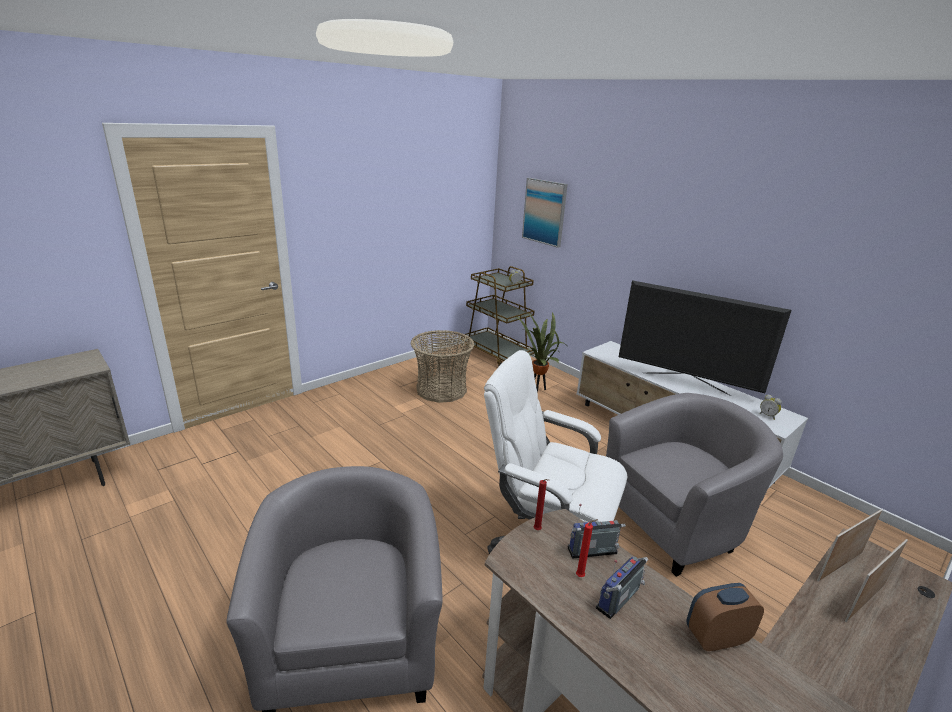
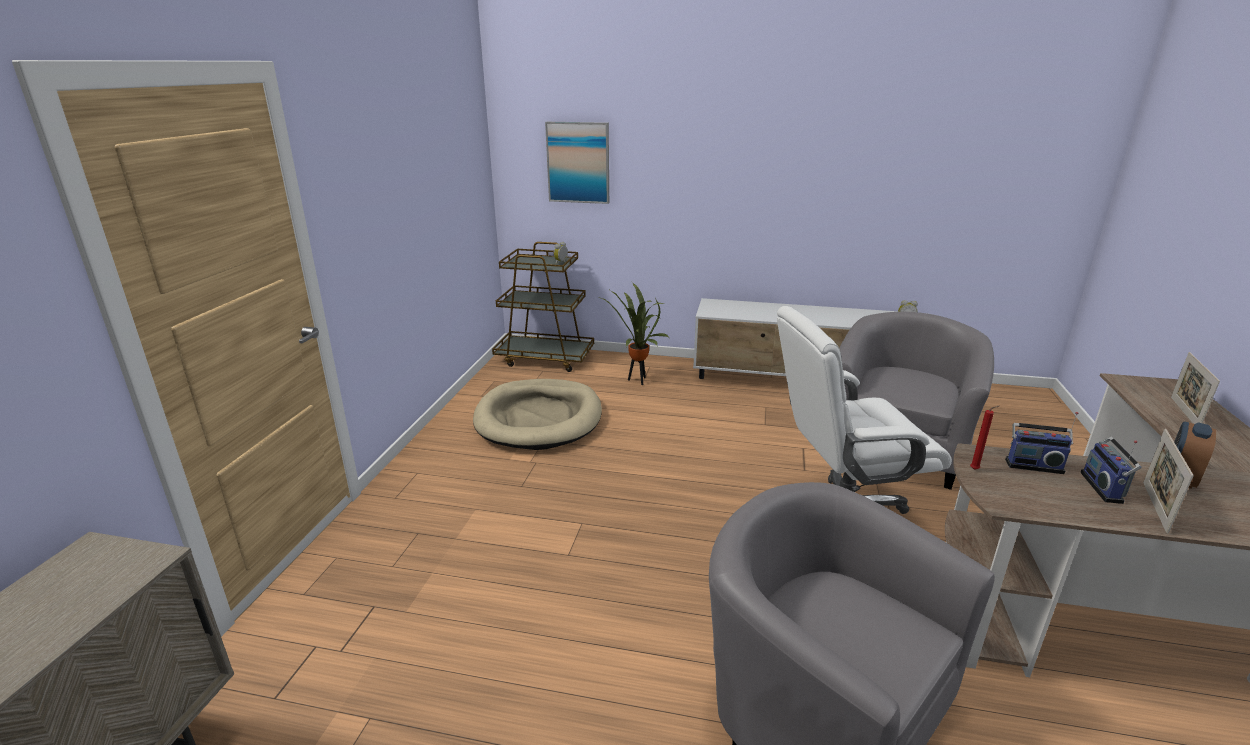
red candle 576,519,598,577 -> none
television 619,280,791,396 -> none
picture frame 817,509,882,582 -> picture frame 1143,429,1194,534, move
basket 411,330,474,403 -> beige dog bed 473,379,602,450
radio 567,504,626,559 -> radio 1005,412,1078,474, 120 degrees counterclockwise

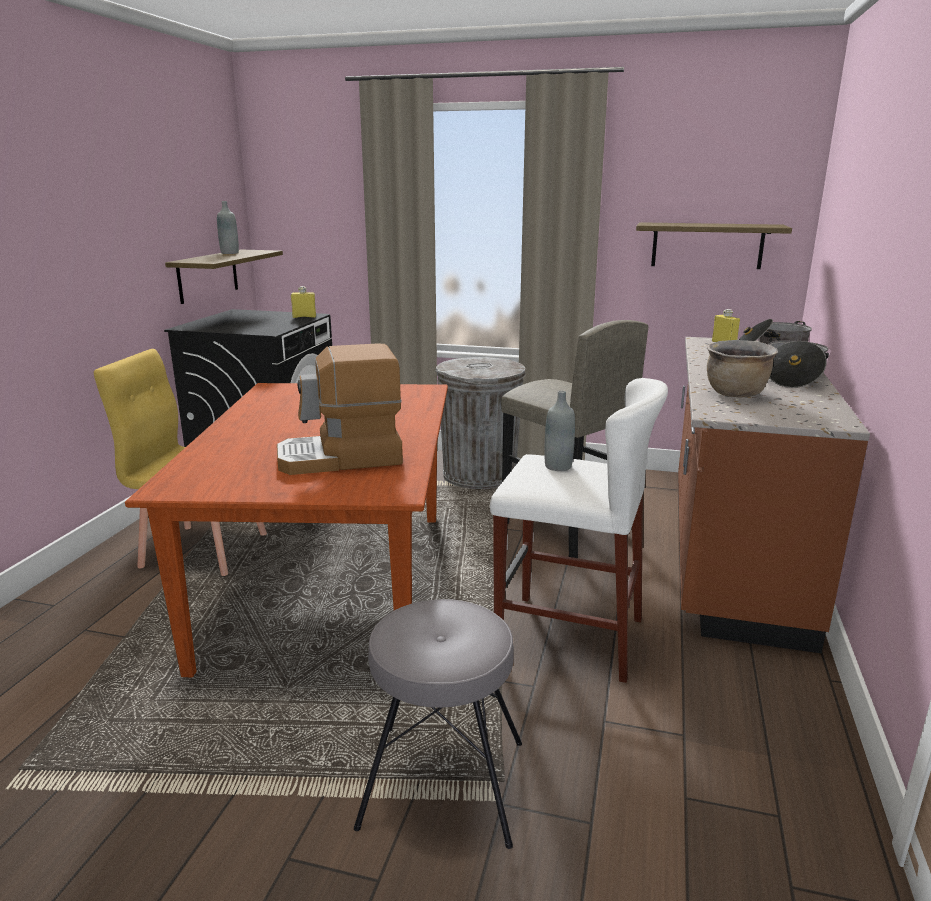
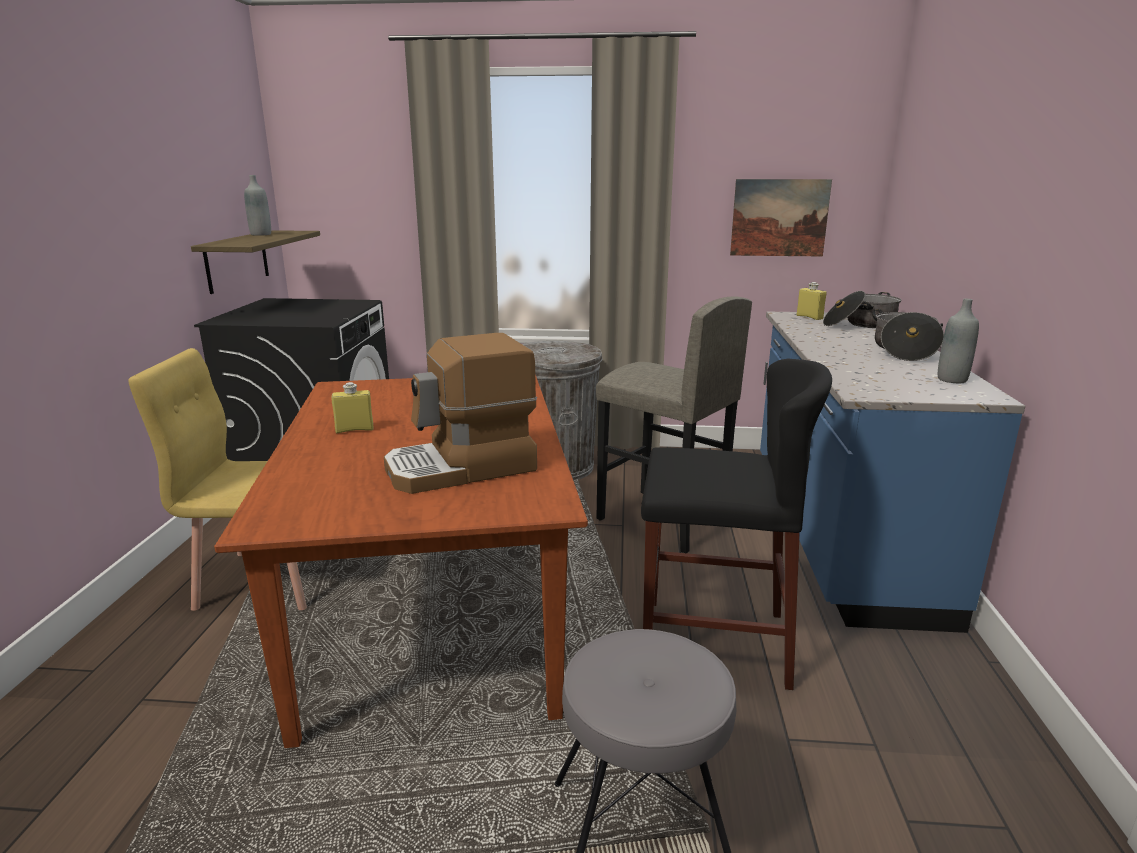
brown cooking pot 707,340,778,397 -> none
yellow bottle 291,286,316,318 -> yellow bottle 331,382,373,433, move
grey bottle 544,391,575,471 -> grey bottle 938,299,979,383, move
shelf 636,222,792,269 -> picture 730,179,832,256
white stool 490,378,668,683 -> black stool 641,359,832,690
brown counter 678,337,870,654 -> blue counter 760,312,1025,633

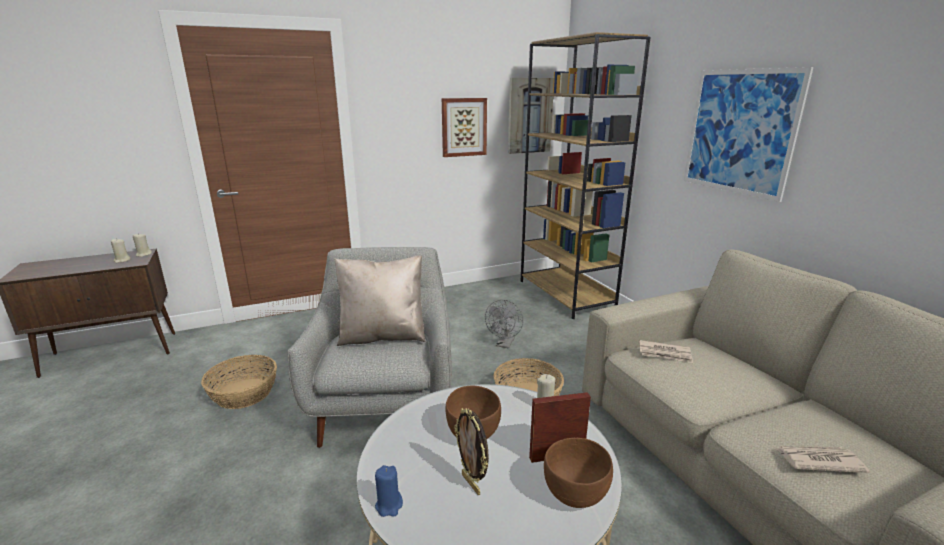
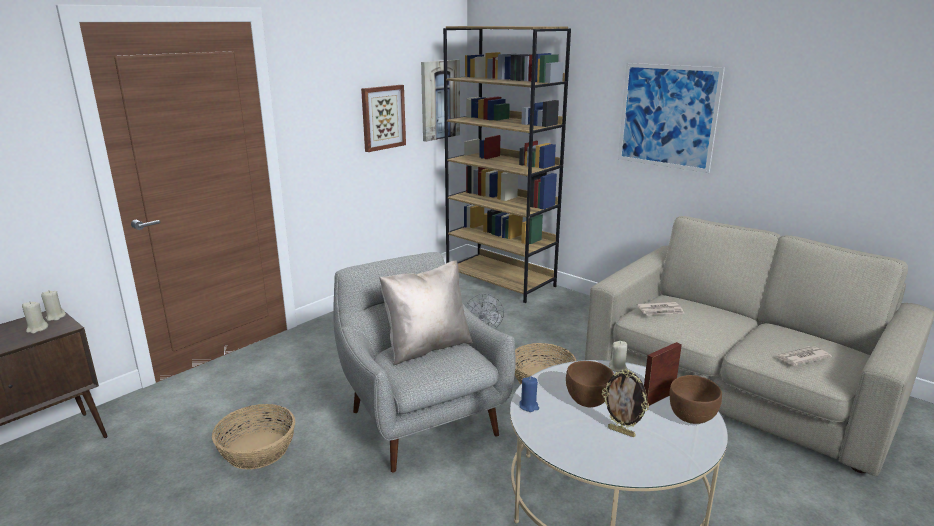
blue candle 375,465,403,517 -> blue candle 519,376,539,412, move

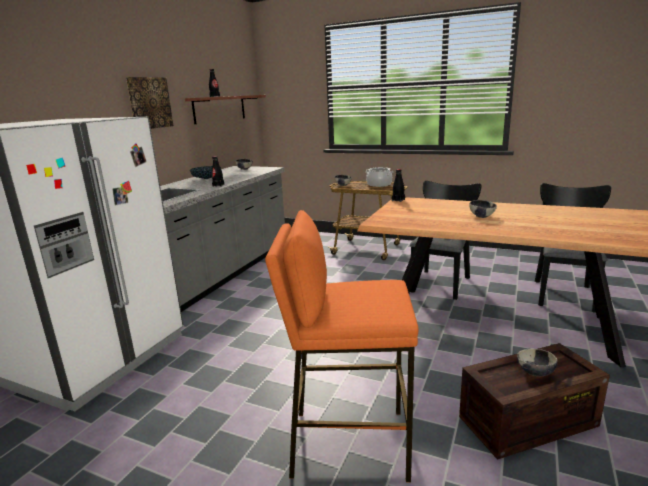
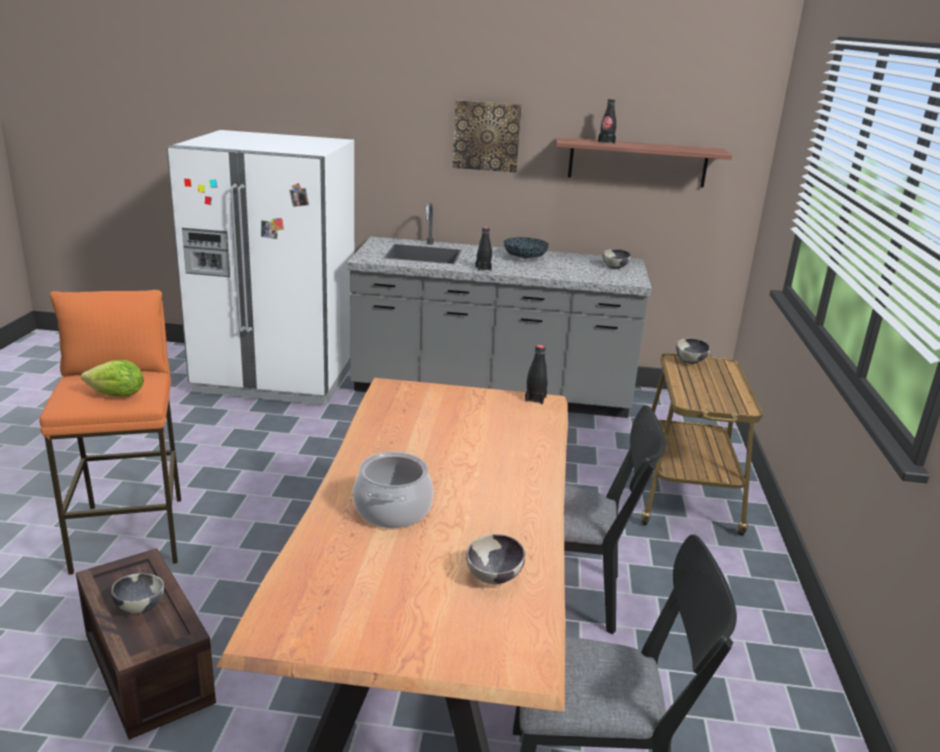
none -> lettuce 81,360,144,397
cooking pot 365,167,393,187 -> cooking pot 353,451,433,528, move
bowl 469,200,497,218 -> bowl 466,534,525,584, move

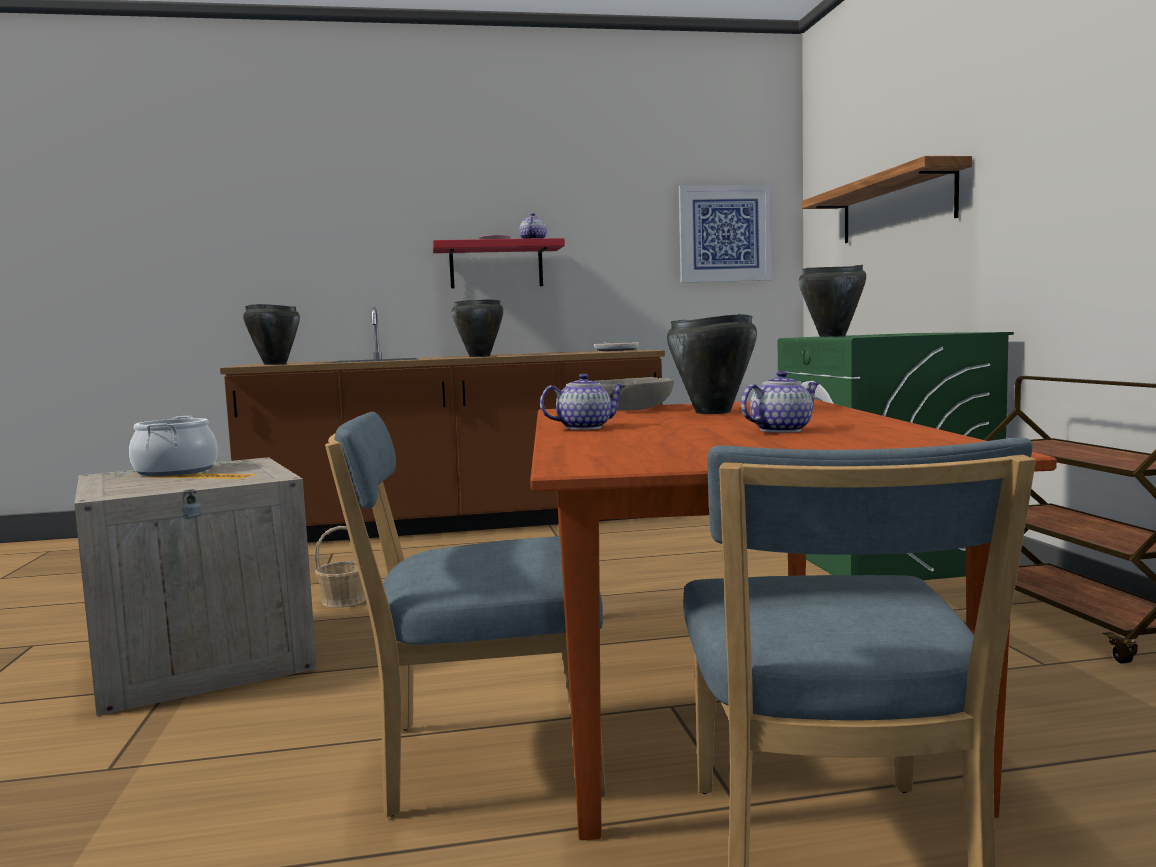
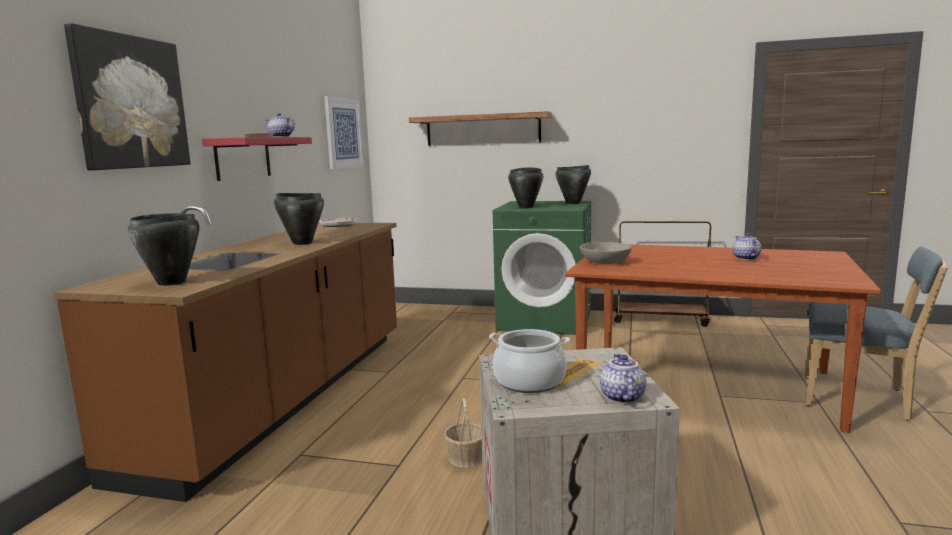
blue chair 325,412,606,817 -> none
none -> picture 64,23,191,170
teapot 540,373,625,430 -> teapot 600,354,647,403, move
black cooking pot 667,314,757,414 -> black cooking pot 555,165,591,204, move

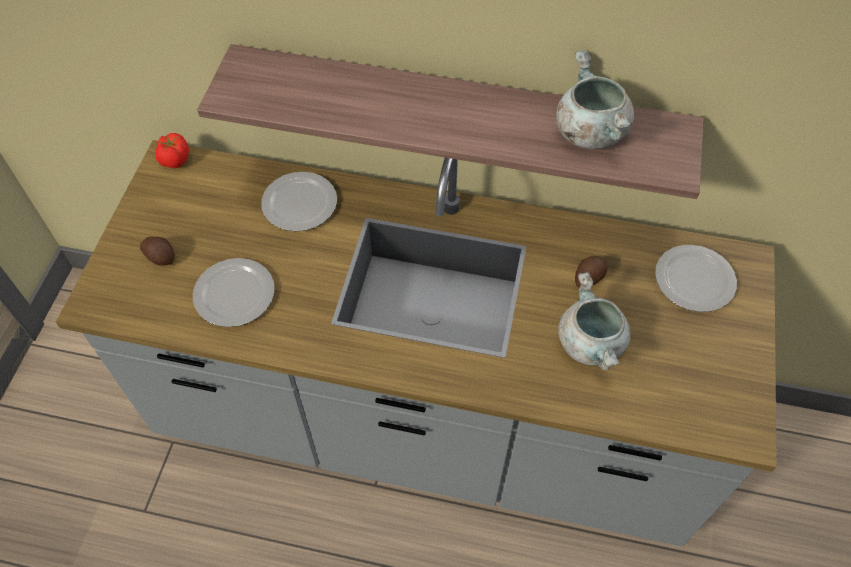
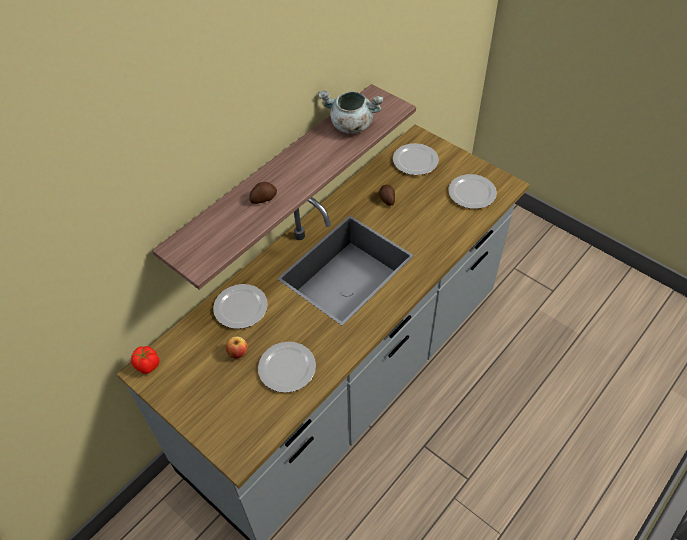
grey cooking pot 558,272,631,371 -> none
none -> apple 225,337,247,358
none -> plate 448,174,497,209
potato 140,237,175,266 -> potato 250,182,277,204, move

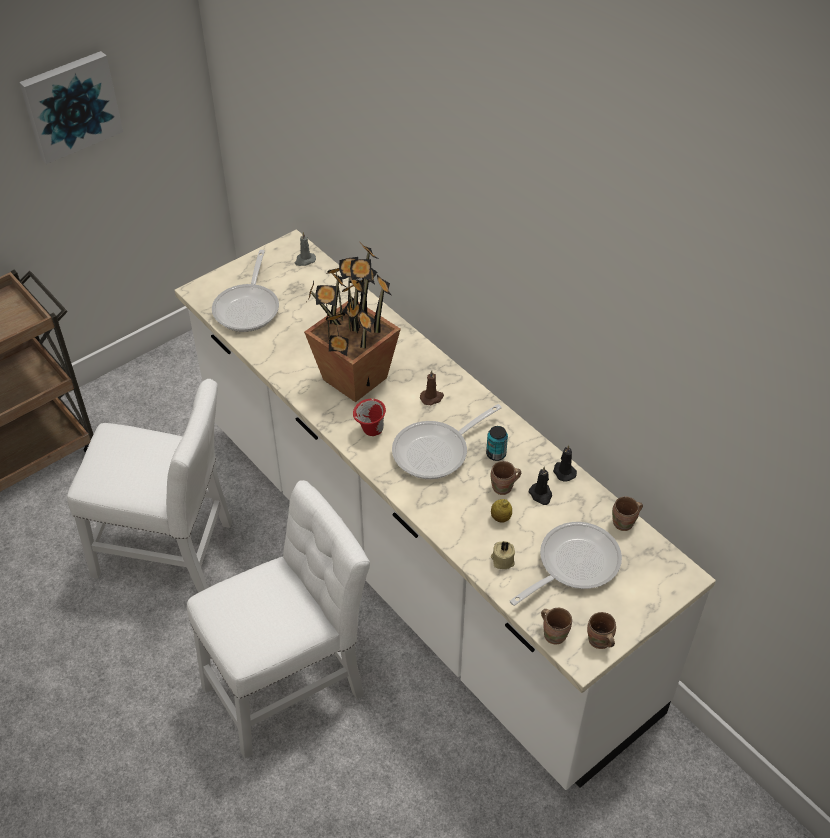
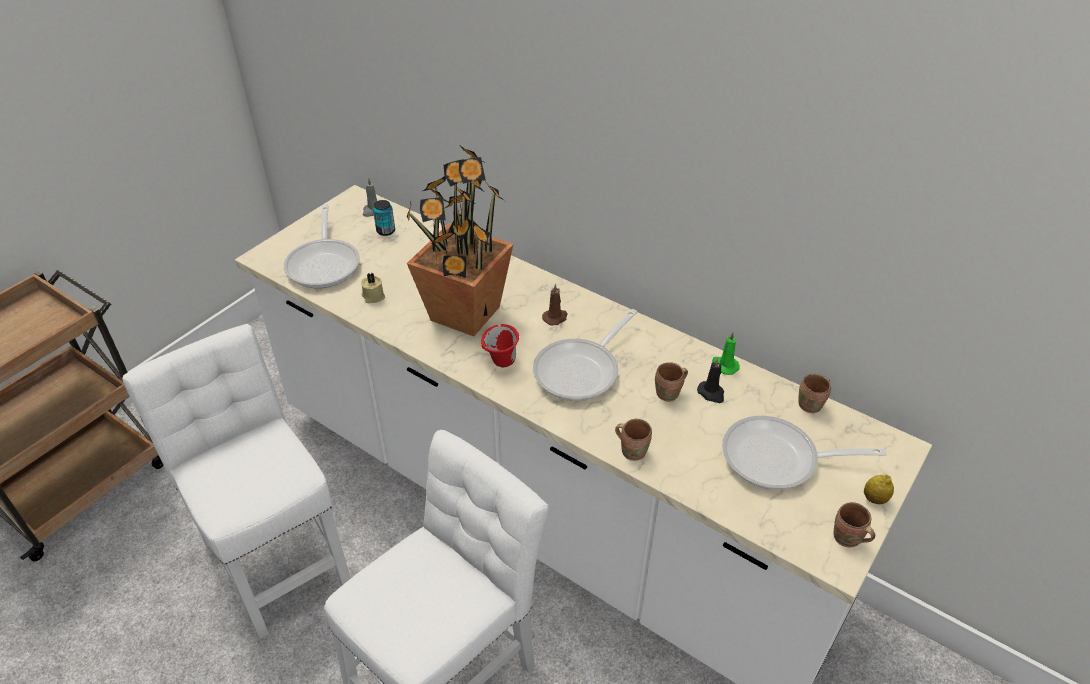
picture 19,51,123,164 -> none
can 486,426,508,461 -> can 373,200,395,236, move
lemon 491,499,512,523 -> lemon 864,475,894,504, move
beige candle 491,541,515,569 -> beige candle 361,273,385,303, move
brown mug 541,608,572,644 -> brown mug 615,419,652,461, move
black candle 553,445,577,482 -> green candle 712,332,740,375
white chair 67,379,232,593 -> white chair 122,324,351,639, 120 degrees counterclockwise
frying pan 510,522,622,606 -> frying pan 722,416,887,490, 120 degrees counterclockwise

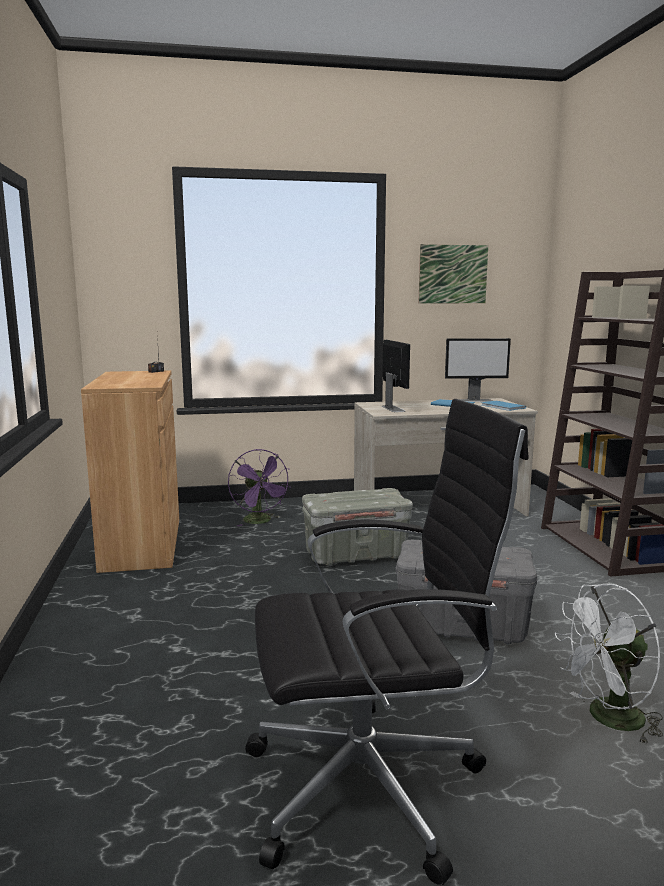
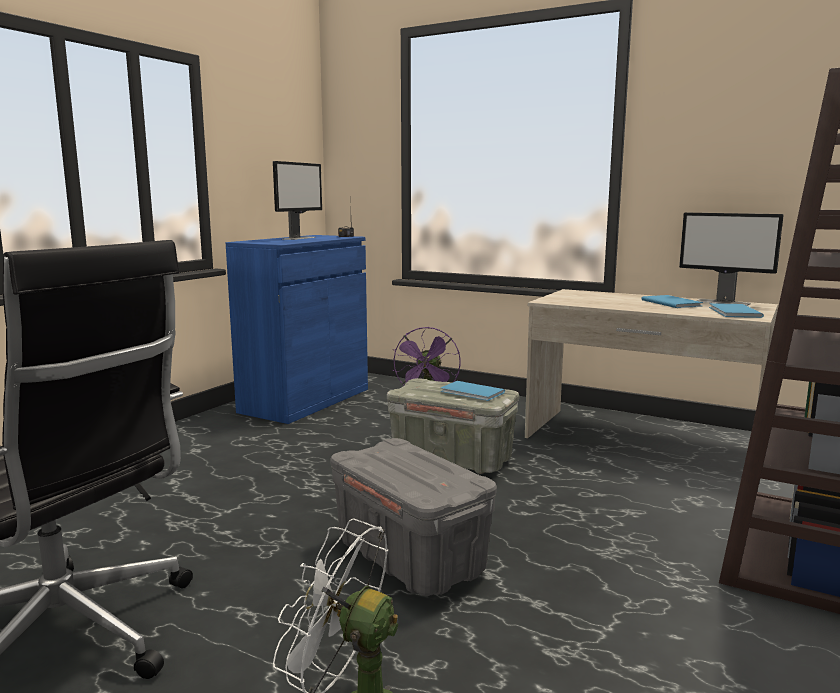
picture 419,244,488,303 -> none
none -> blue book 441,381,505,401
monitor 382,340,410,412 -> monitor 273,161,322,240, move
brown cabinet 81,370,179,573 -> blue cabinet 226,235,368,424

